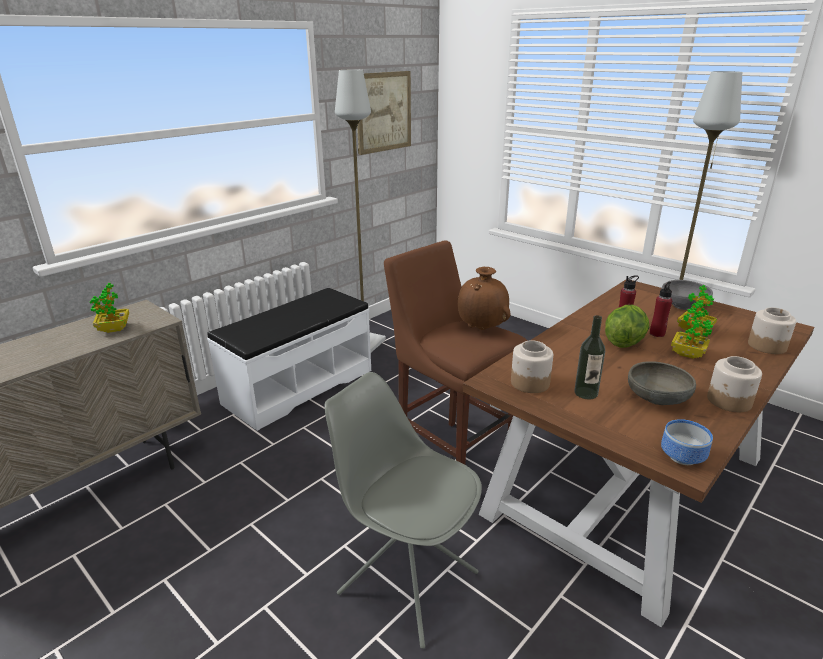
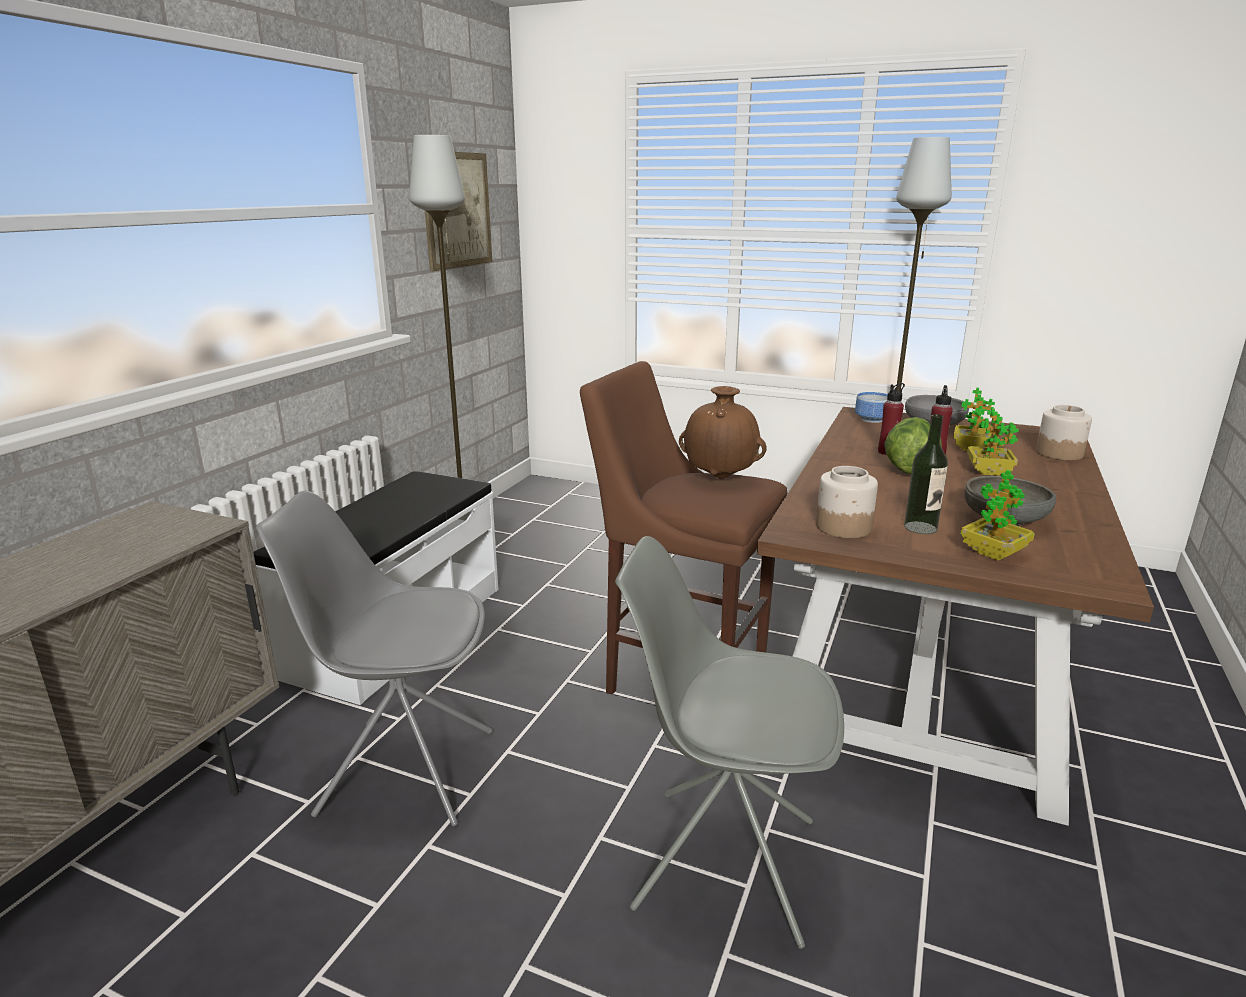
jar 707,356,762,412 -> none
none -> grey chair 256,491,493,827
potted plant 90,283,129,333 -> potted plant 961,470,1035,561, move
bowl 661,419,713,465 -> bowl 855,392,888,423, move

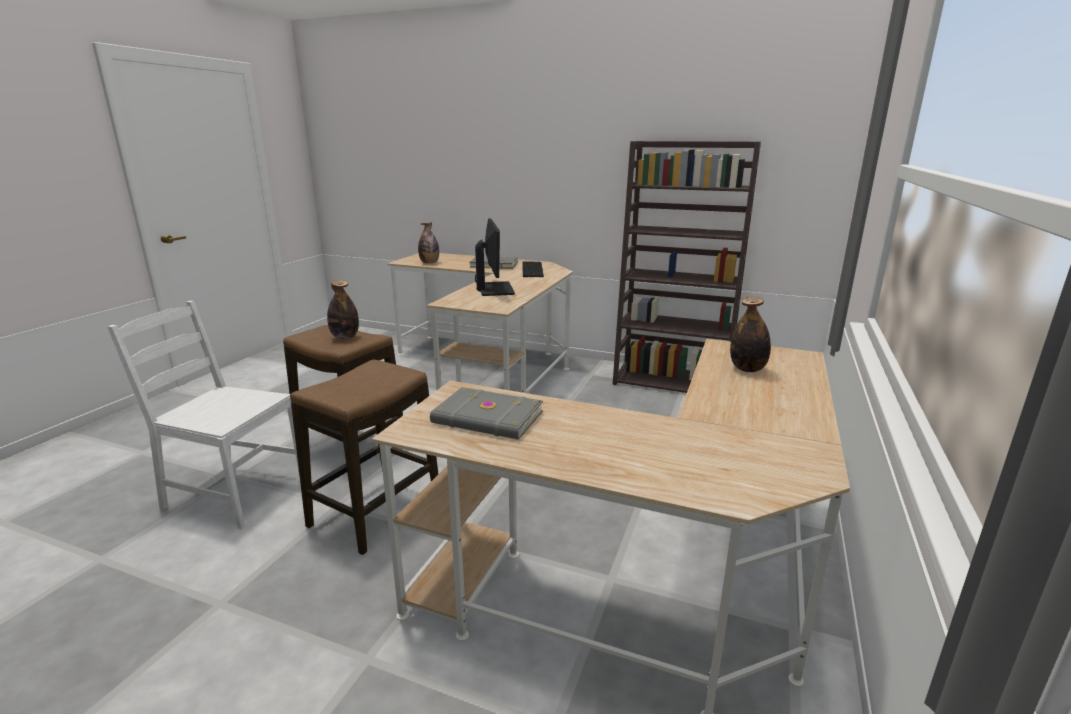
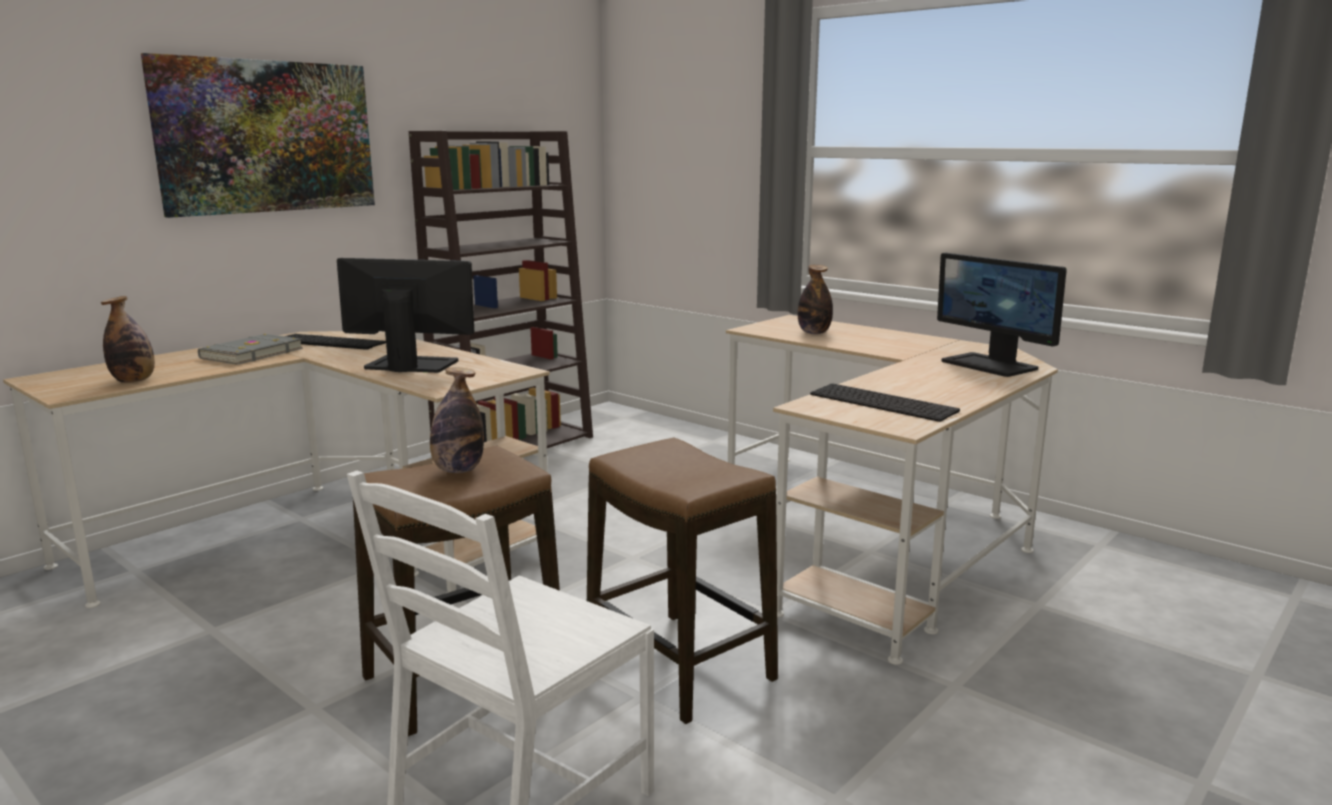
none -> picture 141,53,375,218
none -> monitor 937,253,1067,377
grey book 430,387,543,440 -> keyboard 810,383,960,422

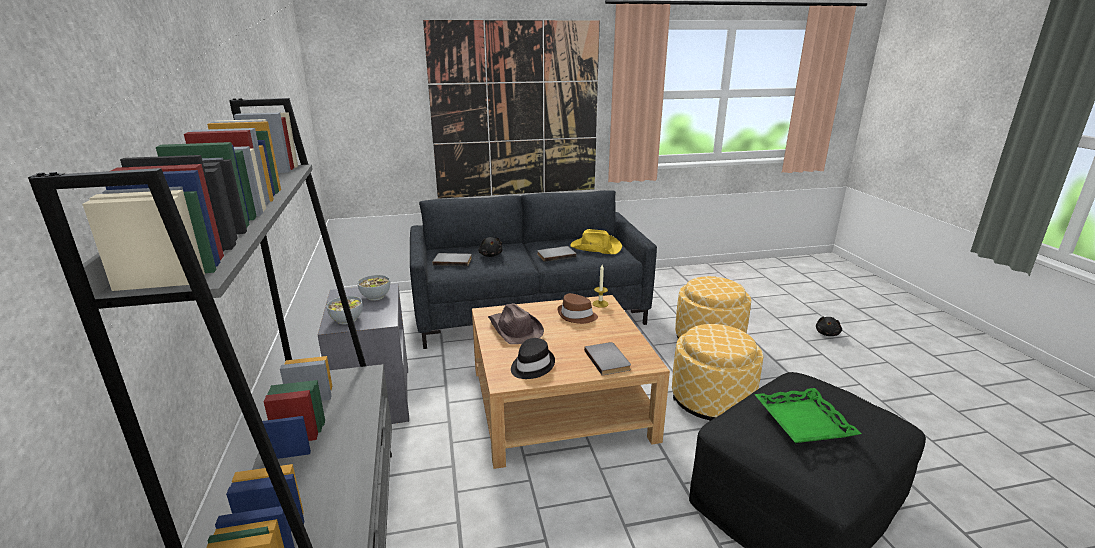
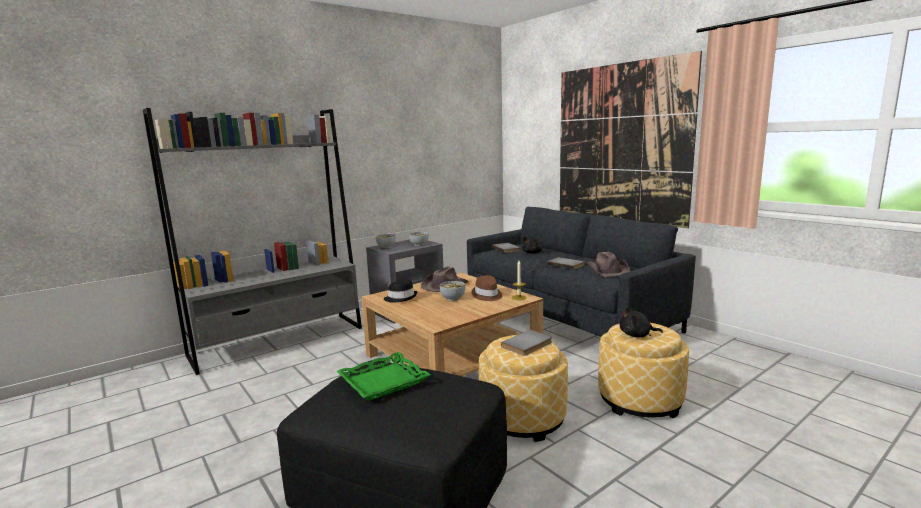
none -> bowl 440,281,466,301
grey book 584,342,631,376 -> grey book 501,330,552,356, move
black plush toy 816,317,842,336 -> black plush toy 620,307,663,338, move
yellow hat 570,229,622,254 -> brown hat 587,252,630,277

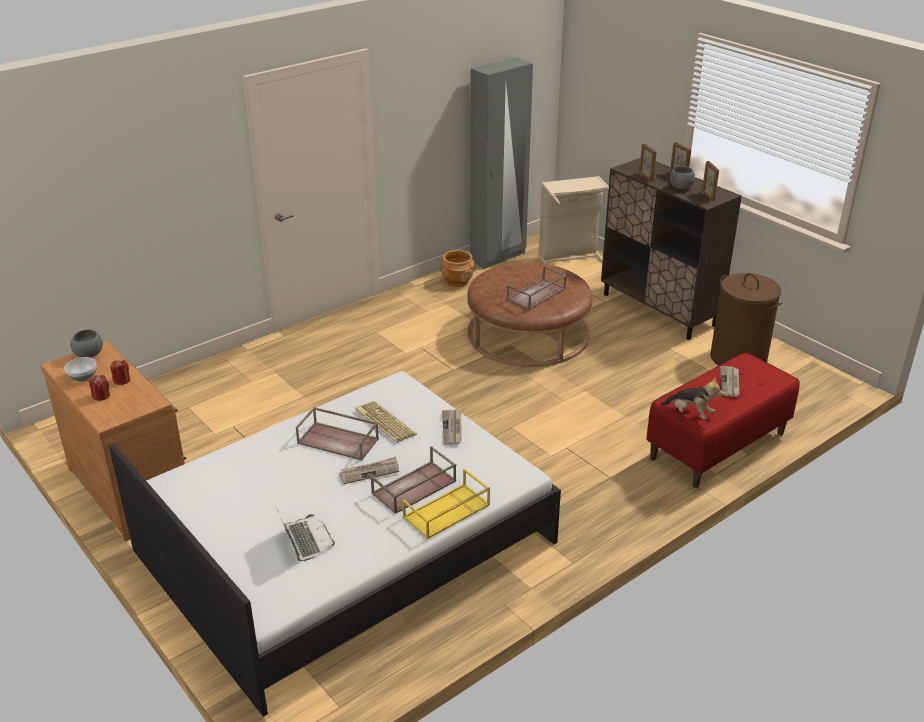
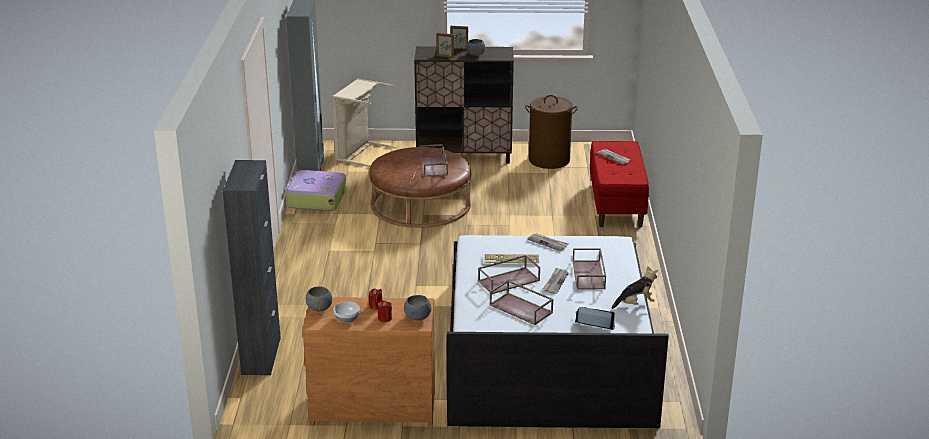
yellow tray 402,468,490,539 -> none
picture frame 702,161,719,201 -> none
none -> black cabinet 223,160,281,375
none -> grey bowl 404,295,431,320
none -> brown tray 489,280,554,325
plush toy 660,378,724,420 -> plush toy 611,266,658,309, move
brown planter 441,250,475,287 -> suitcase 285,170,347,211

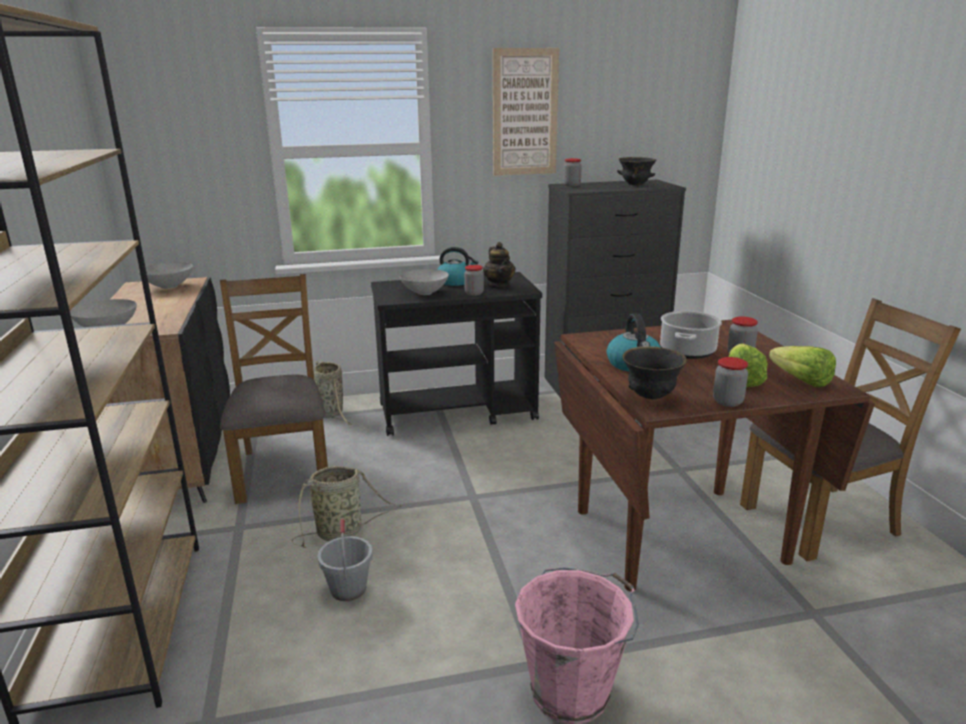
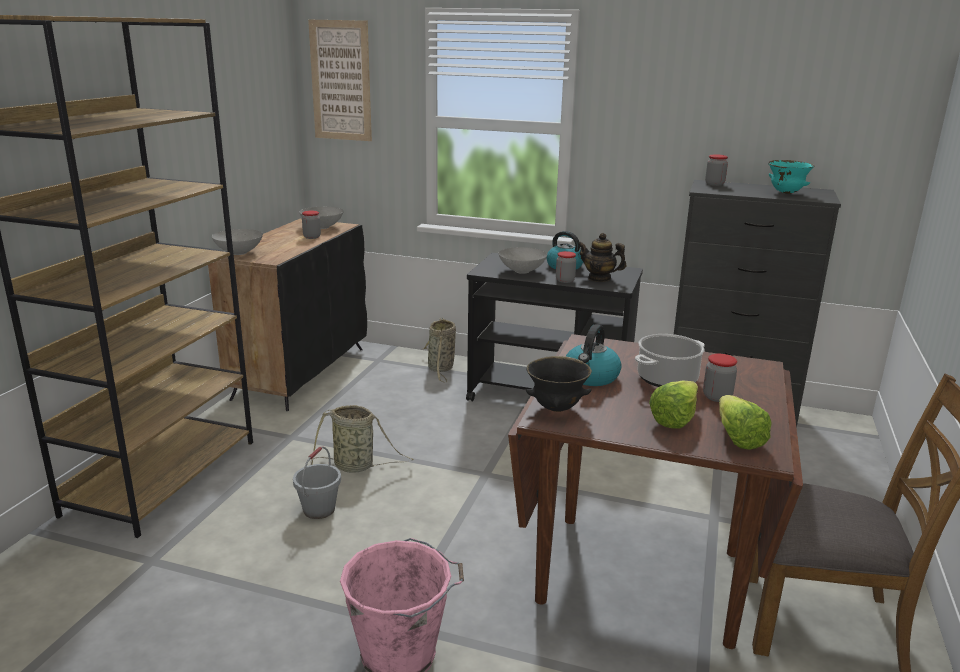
brown chair 220,274,328,504 -> none
picture 493,48,559,176 -> picture 308,20,372,141, move
jar 713,357,748,407 -> jar 302,211,321,239, move
black bowl 617,157,656,186 -> turquoise bowl 768,160,814,194
teapot 483,242,516,289 -> teapot 578,233,626,282, 105 degrees clockwise

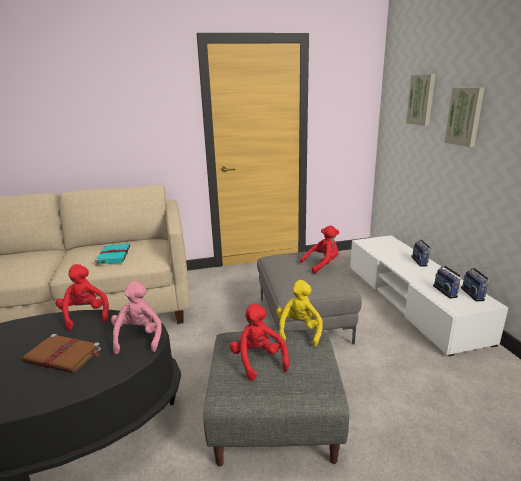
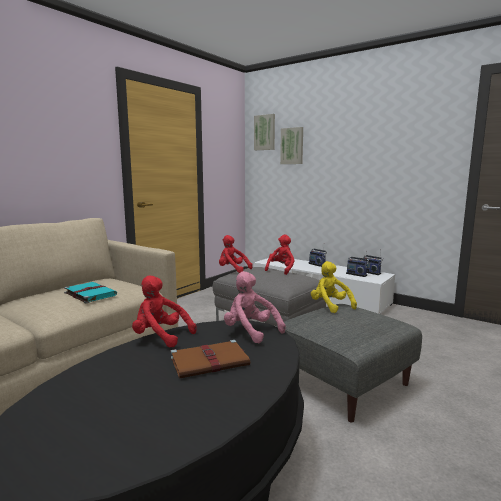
red plush toy 230,304,289,381 -> red plush toy 219,235,253,273, move
picture 445,88,484,147 -> picture 254,114,275,150, move

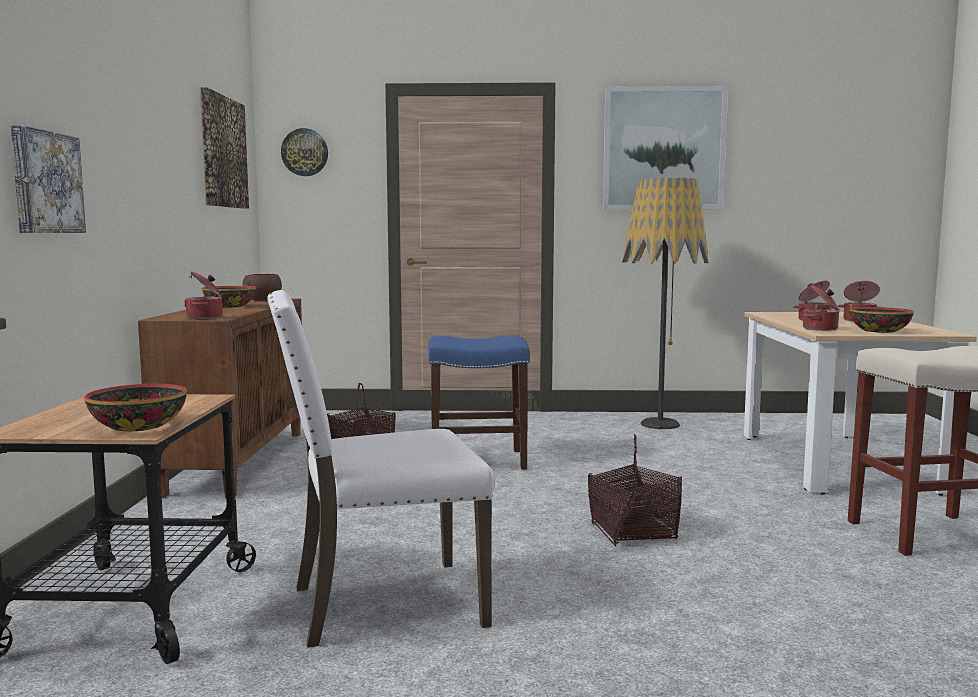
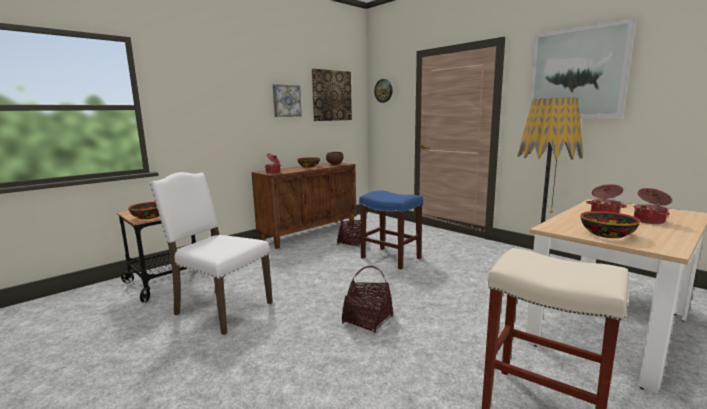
cooking pot 803,285,839,331 -> none
picture 11,125,86,233 -> picture 273,84,302,117, move

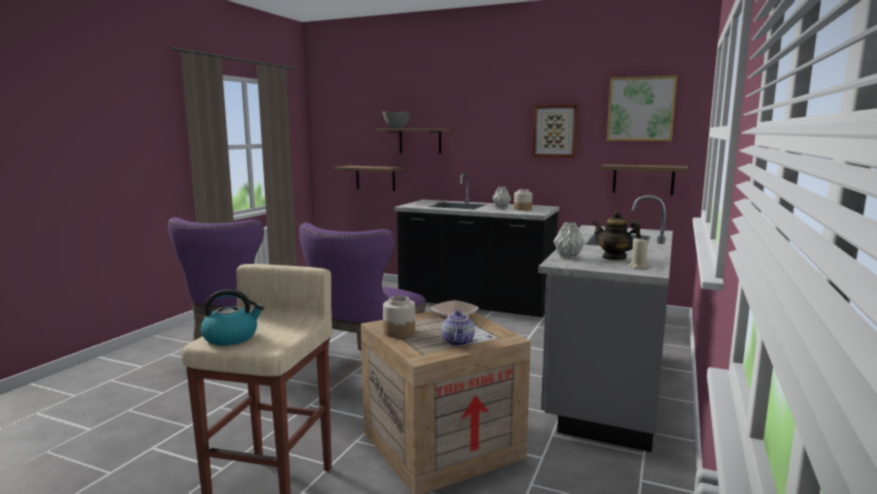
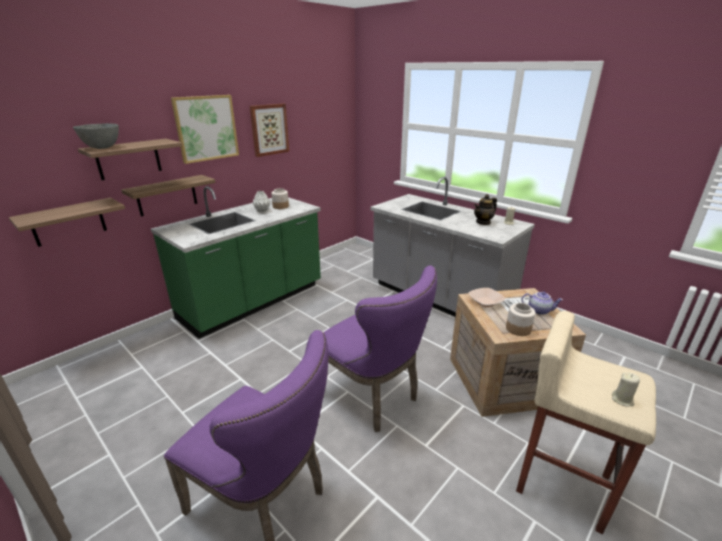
grey vase 554,222,585,259 -> none
shelf 600,164,688,195 -> shelf 121,175,216,217, move
picture 607,75,677,141 -> picture 171,95,239,164, move
kettle 201,289,264,346 -> beige candle 612,373,640,407
black counter 394,173,559,317 -> green counter 151,186,321,339

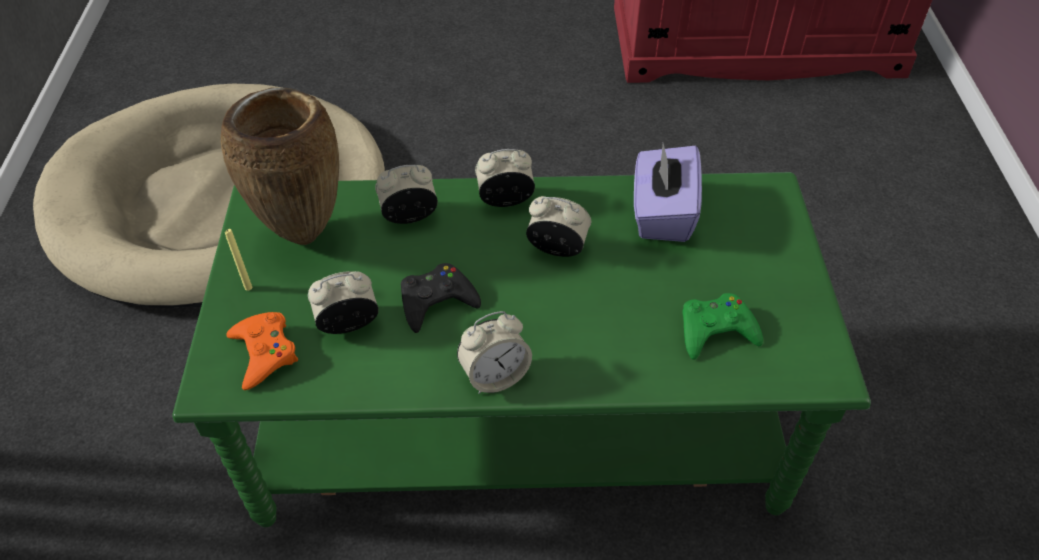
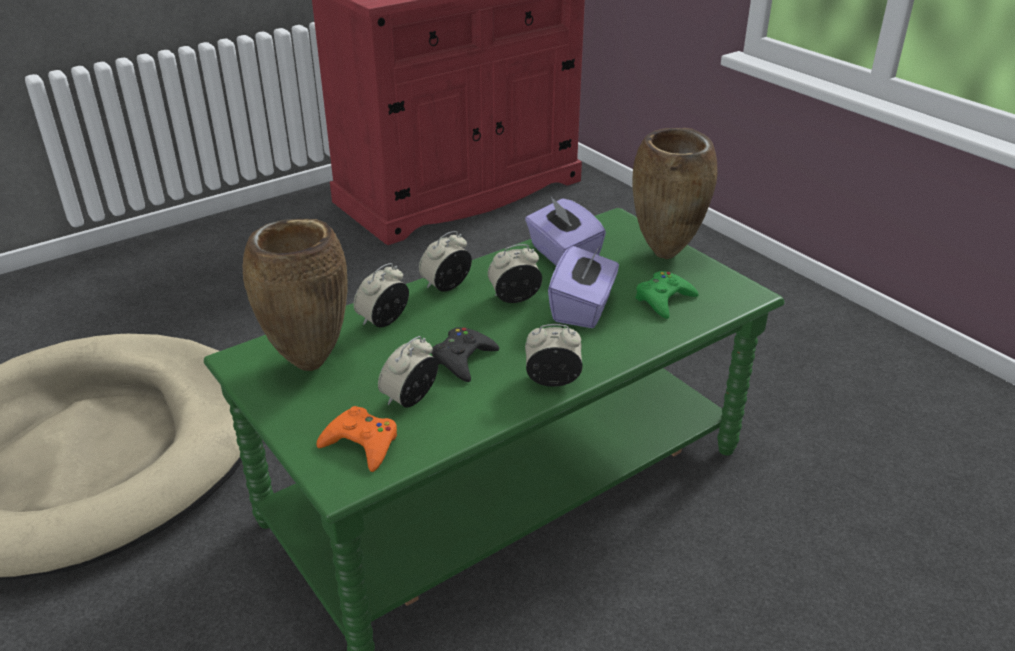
yellow candle 225,229,252,291 -> none
none -> purple tissue box 548,246,619,328
none -> brown vase 632,128,718,259
alarm clock 457,311,532,394 -> alarm clock 525,324,583,387, 120 degrees counterclockwise

